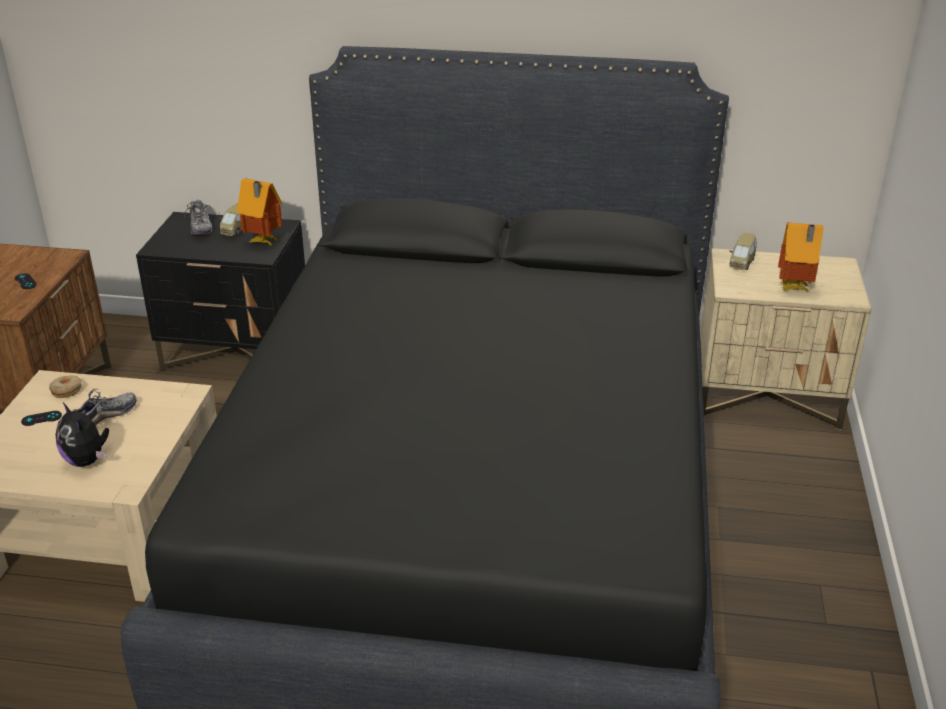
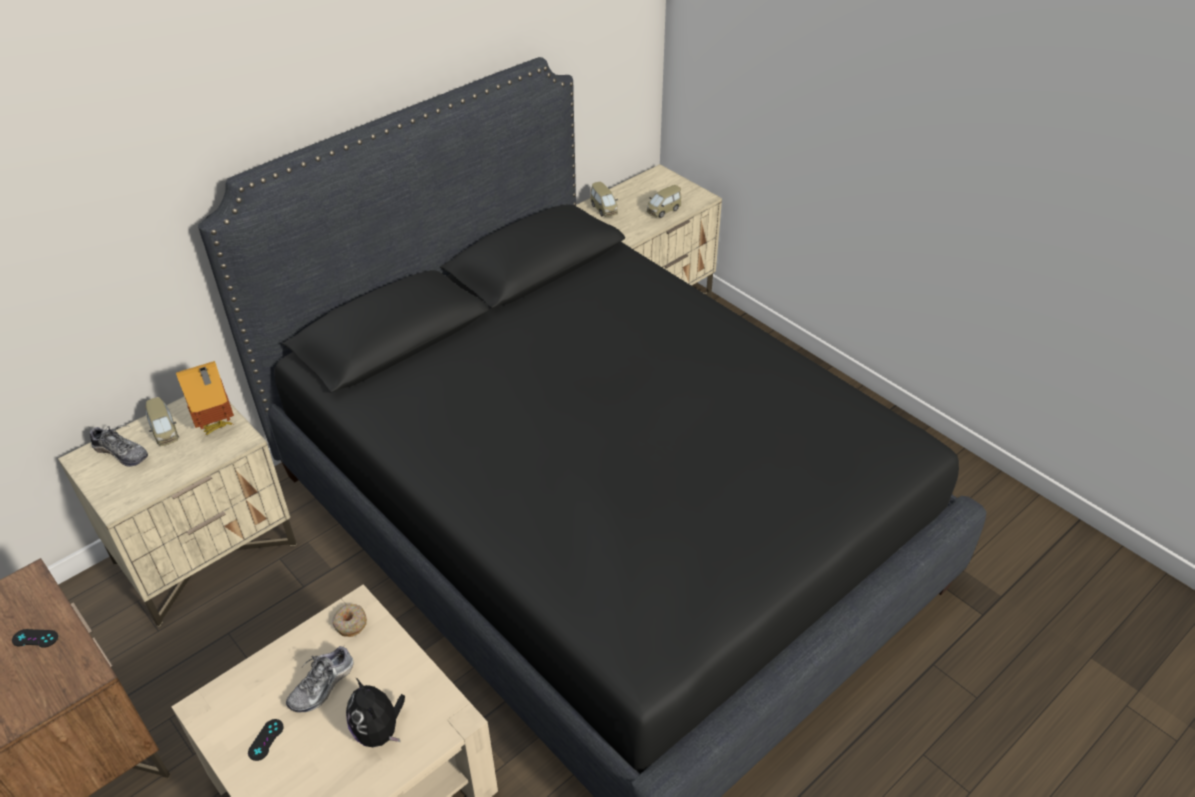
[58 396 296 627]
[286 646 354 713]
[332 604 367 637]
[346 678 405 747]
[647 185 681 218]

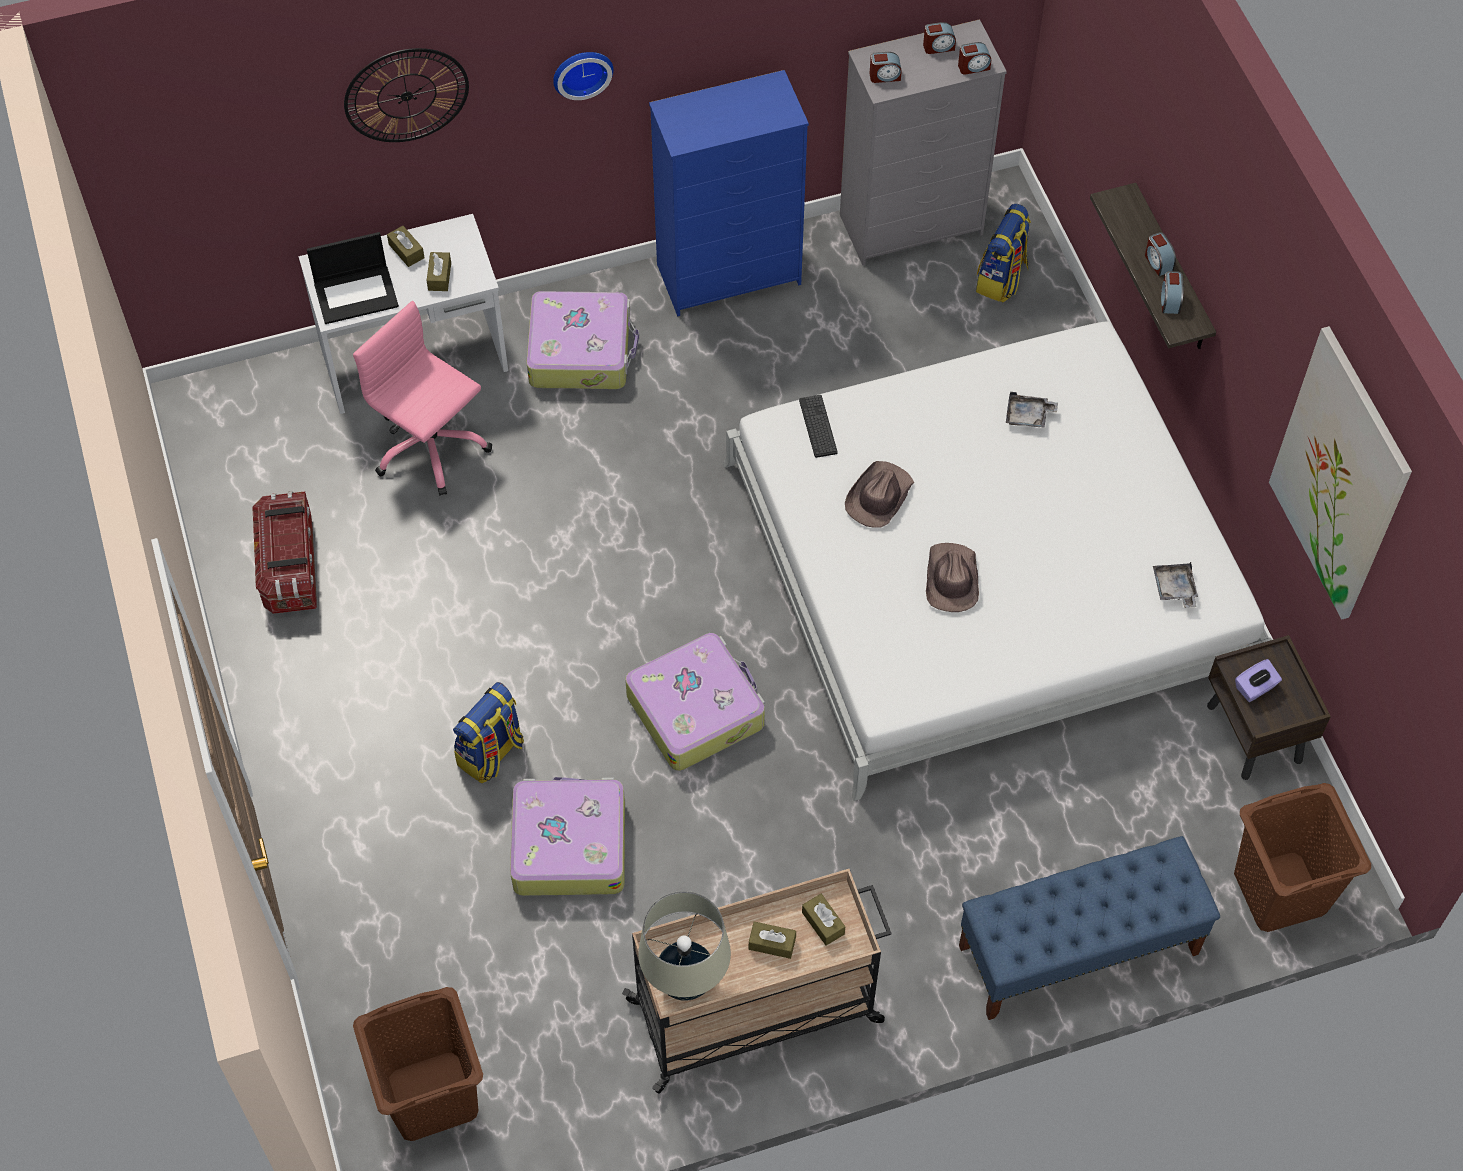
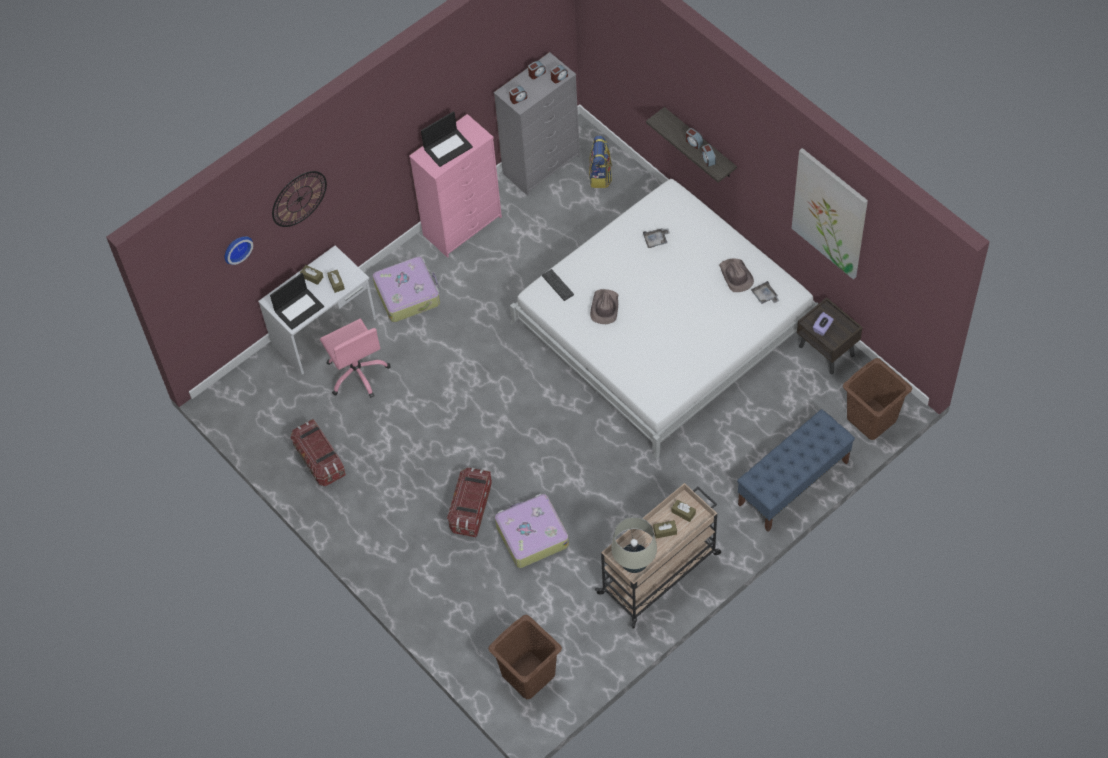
[224 236 253 265]
[320 319 391 398]
[409 114 502 258]
[421 111 473 167]
[447 467 492 537]
[719 258 754 292]
[625 633 765 771] (first image)

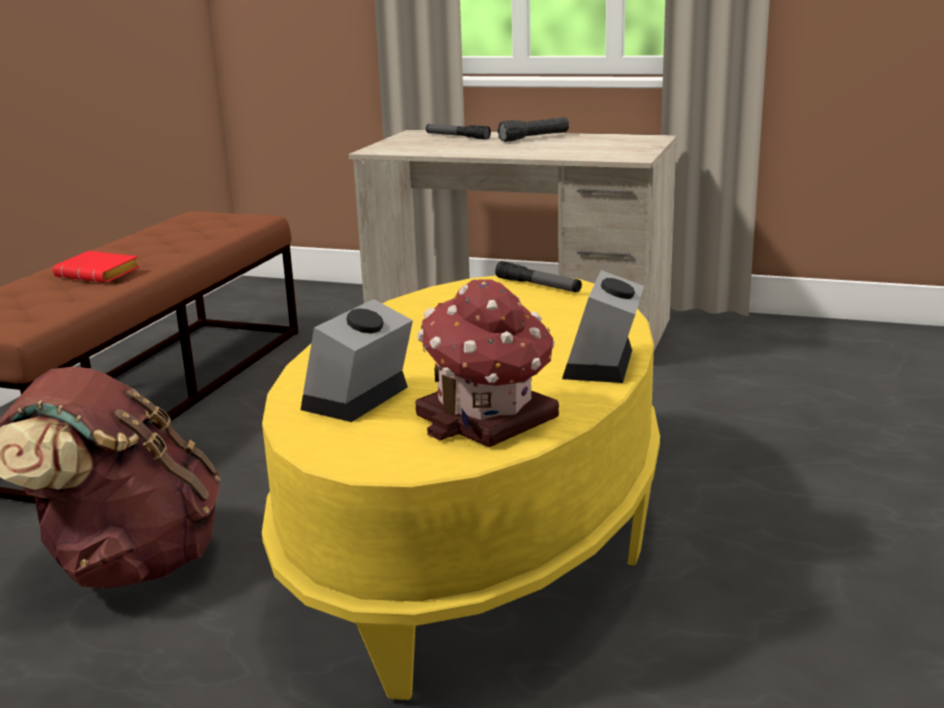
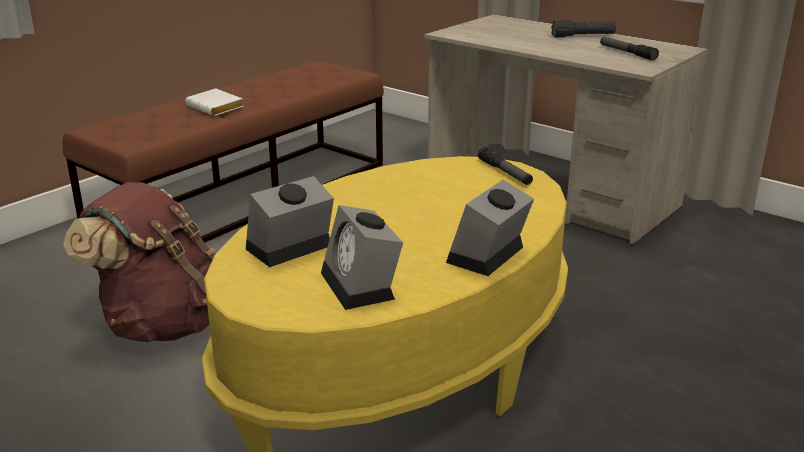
[185 88 244 116]
[321 205 403 310]
[600 37 659 61]

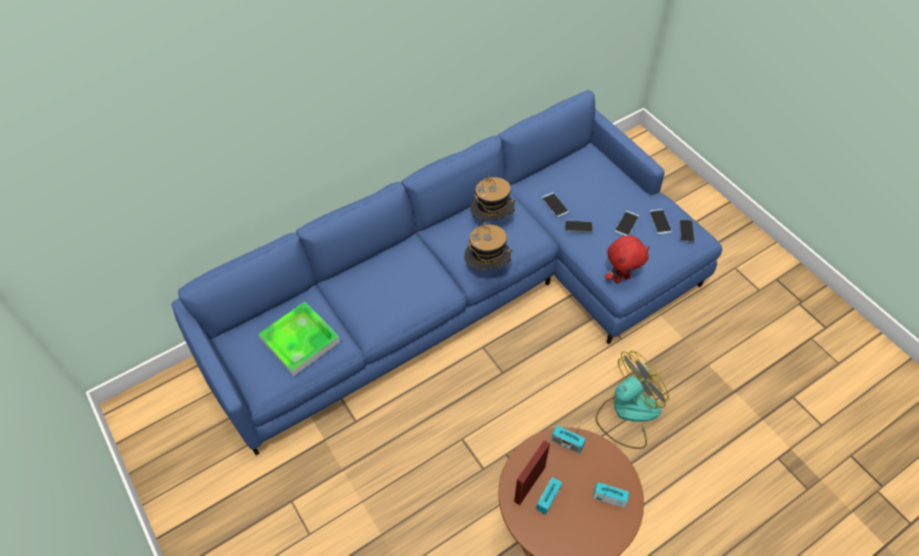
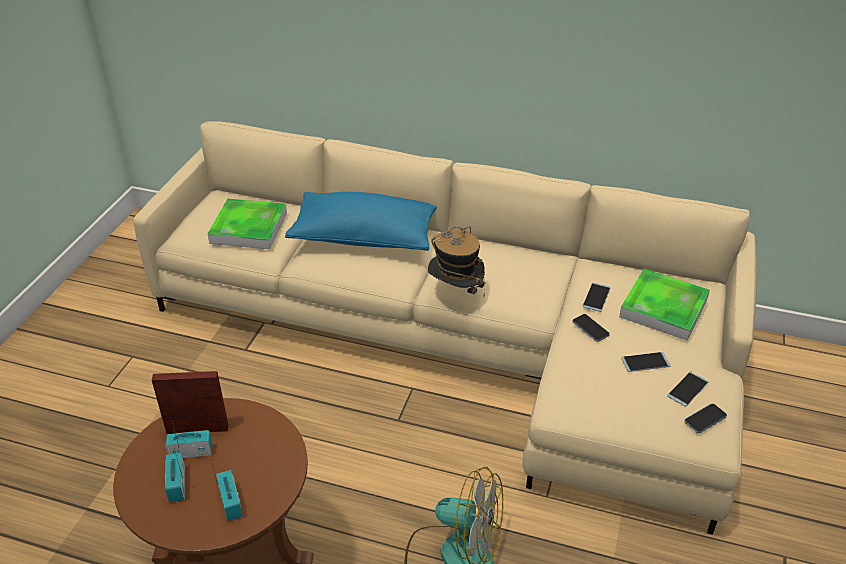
[133 121 757 535]
[165 448 185 502]
[285 192 437 251]
[619 269 710 341]
[470 174 515 221] (first image)
[605 235 650 284] (first image)

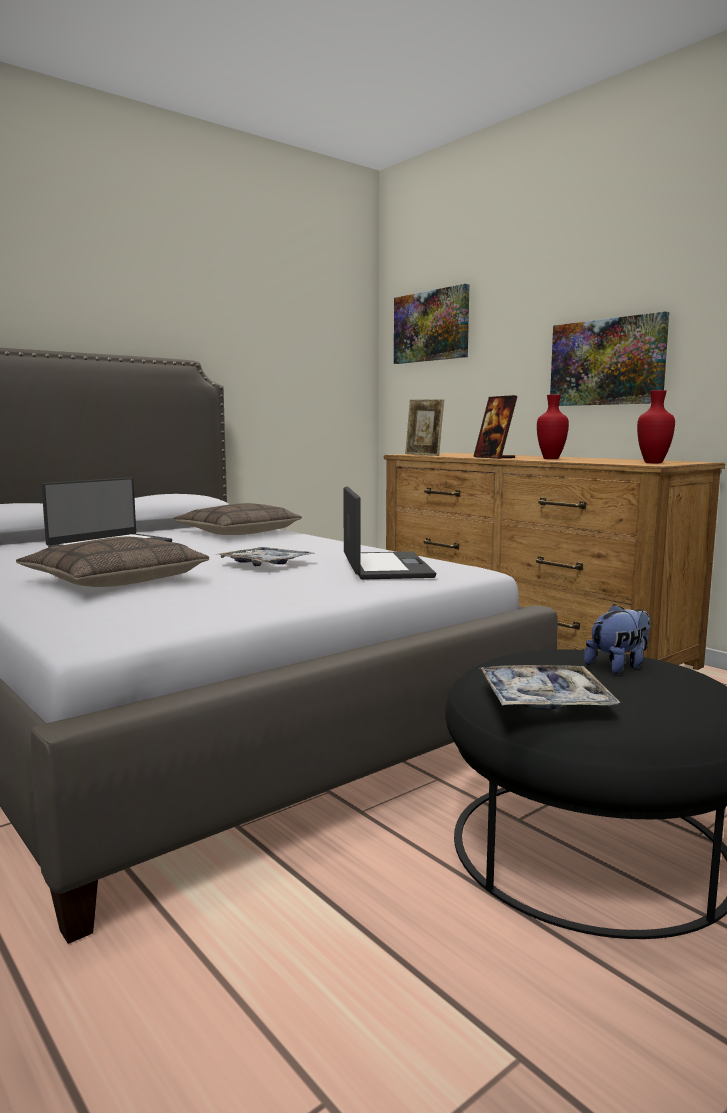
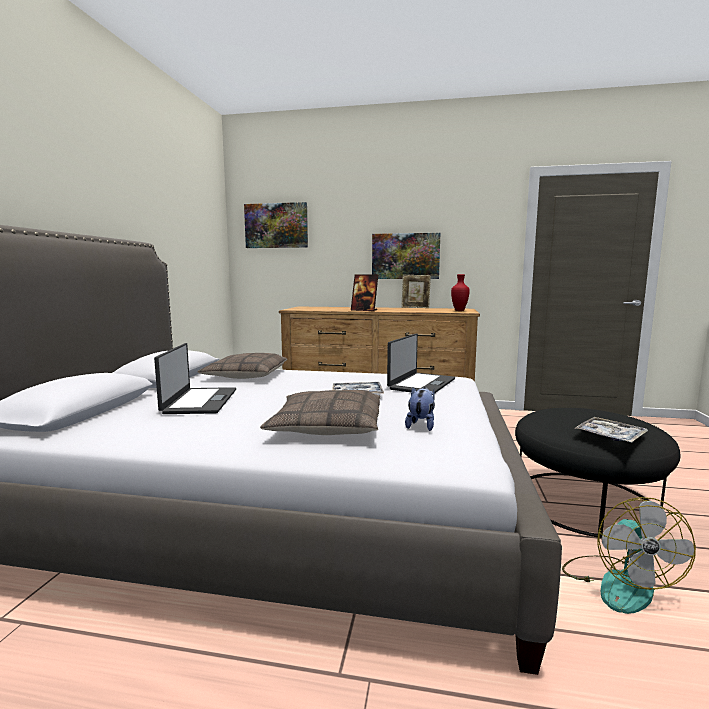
[387 333 455 394]
[401 275 431 308]
[405 387 435 431]
[562 497 696 614]
[537 394 569 459] (first image)

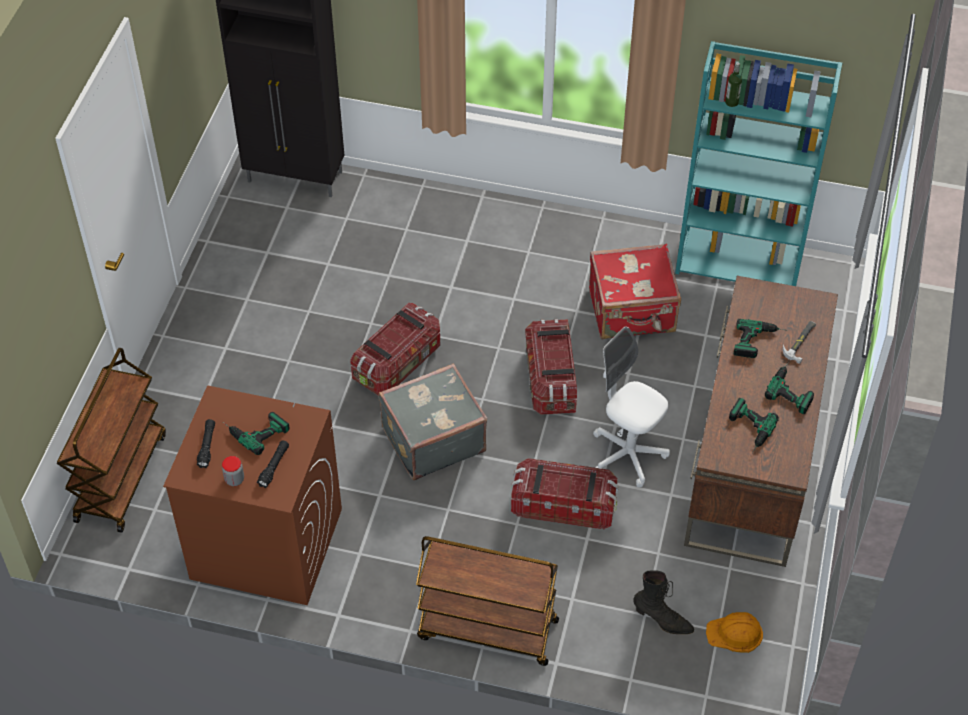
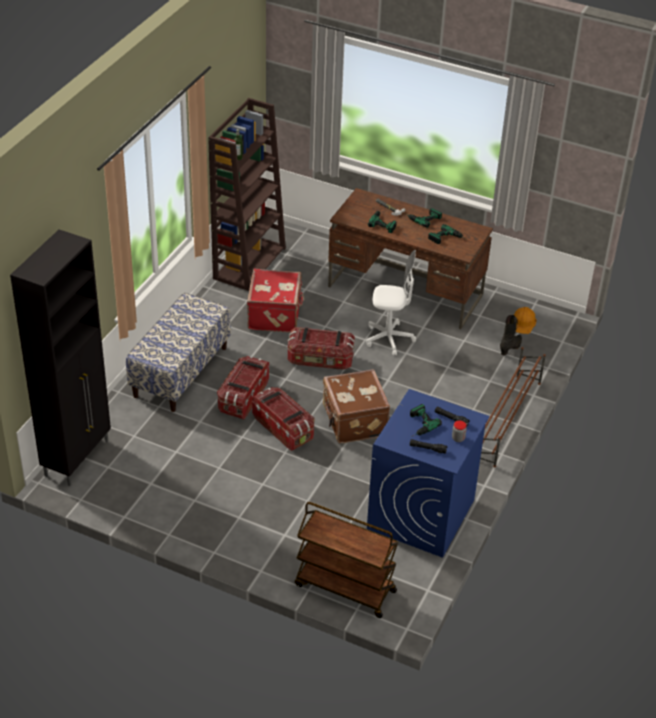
[126 293 231 412]
[208 98 286 291]
[217 356 269 420]
[323 369 390 443]
[366 250 416 356]
[367 389 489 558]
[480 347 546 468]

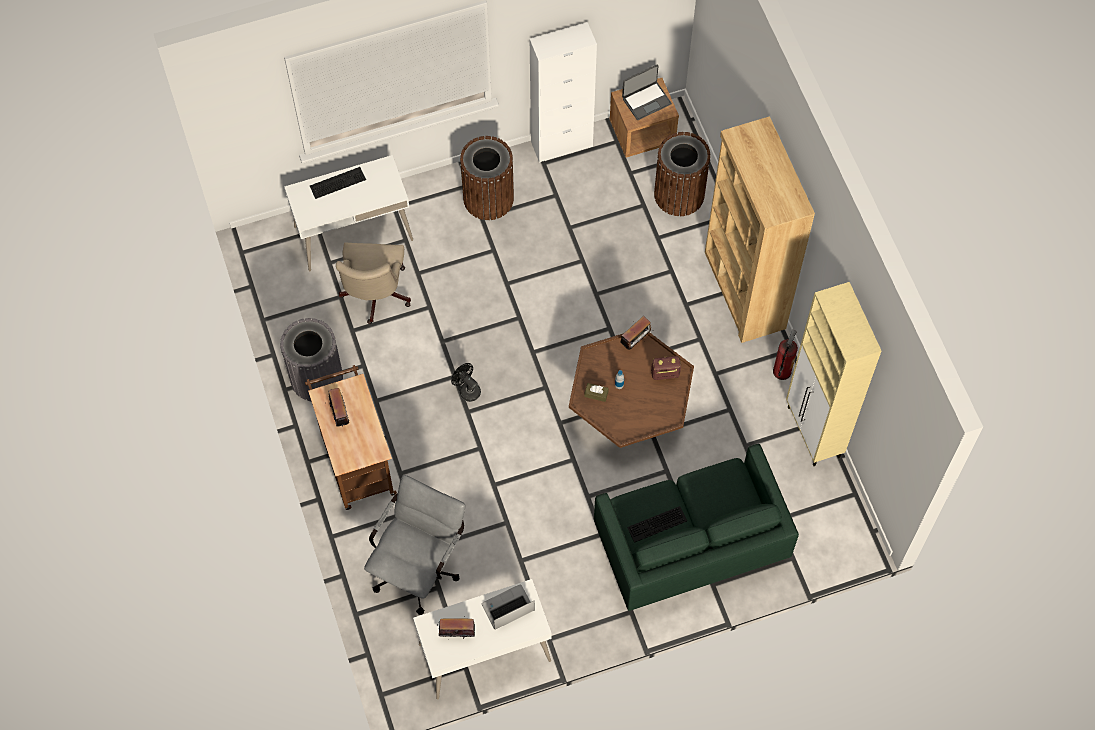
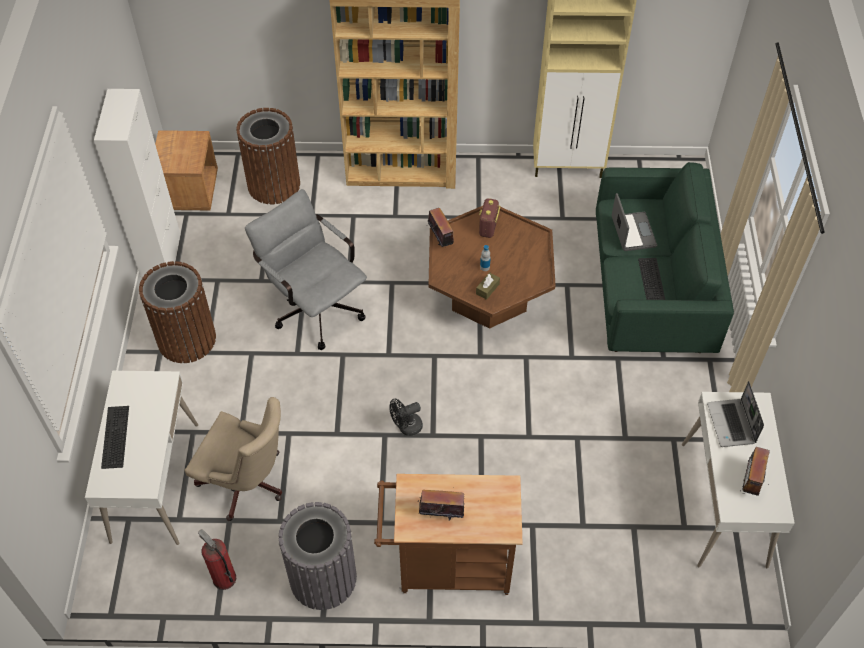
[198 529 236 590]
[245 189 367 350]
[612 193 657 251]

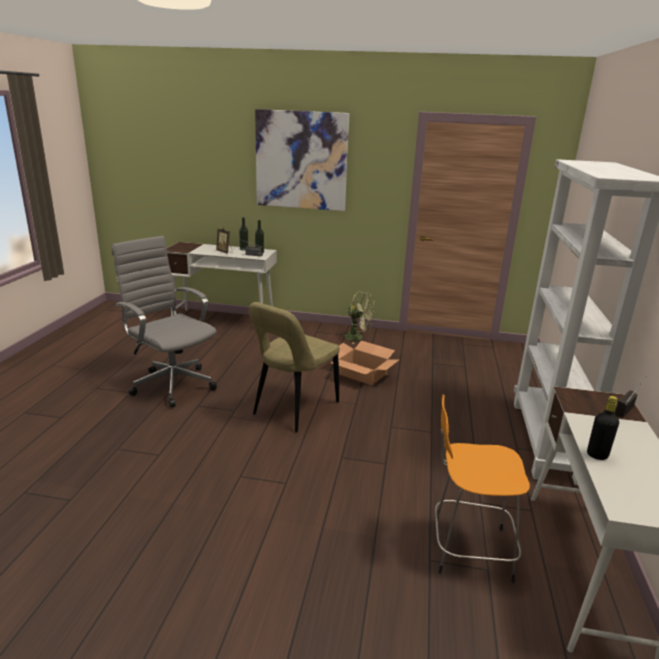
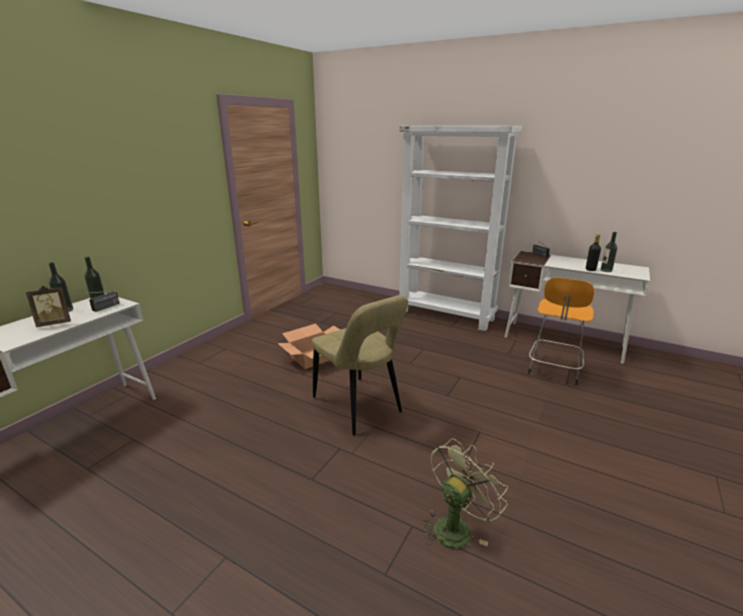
[422 438 508 549]
[600 232 617 272]
[112 236 217 408] (first image)
[255 109 350 211] (first image)

